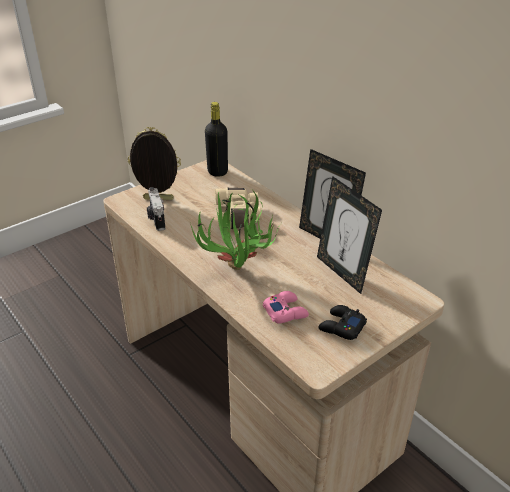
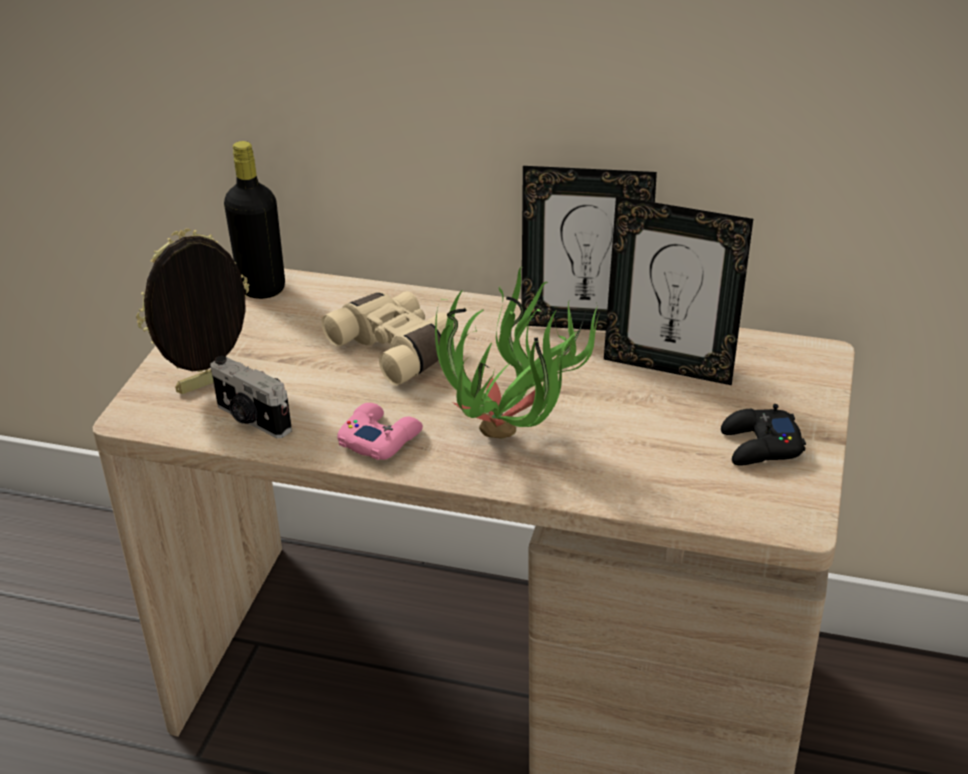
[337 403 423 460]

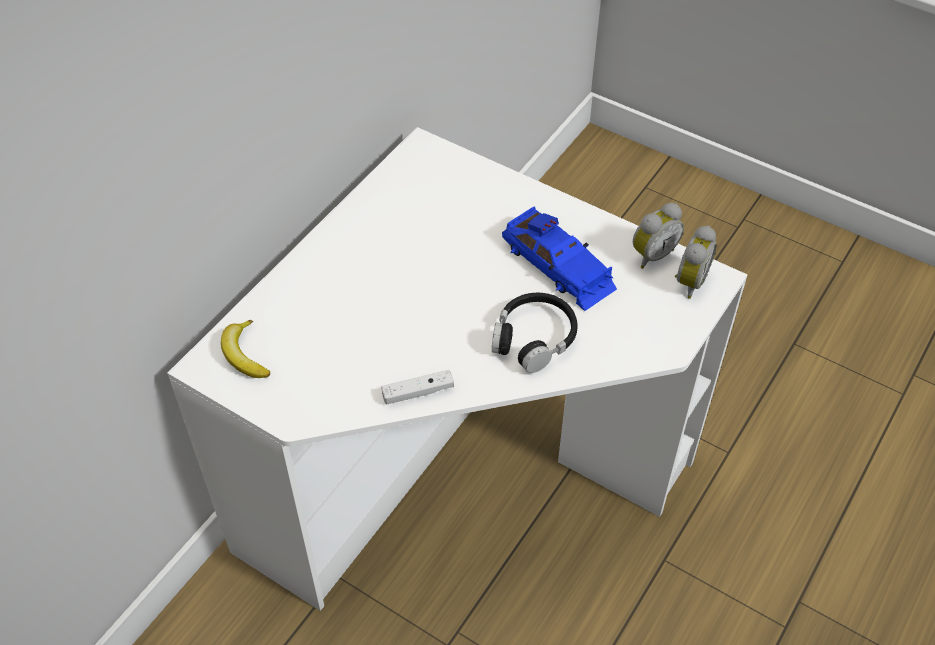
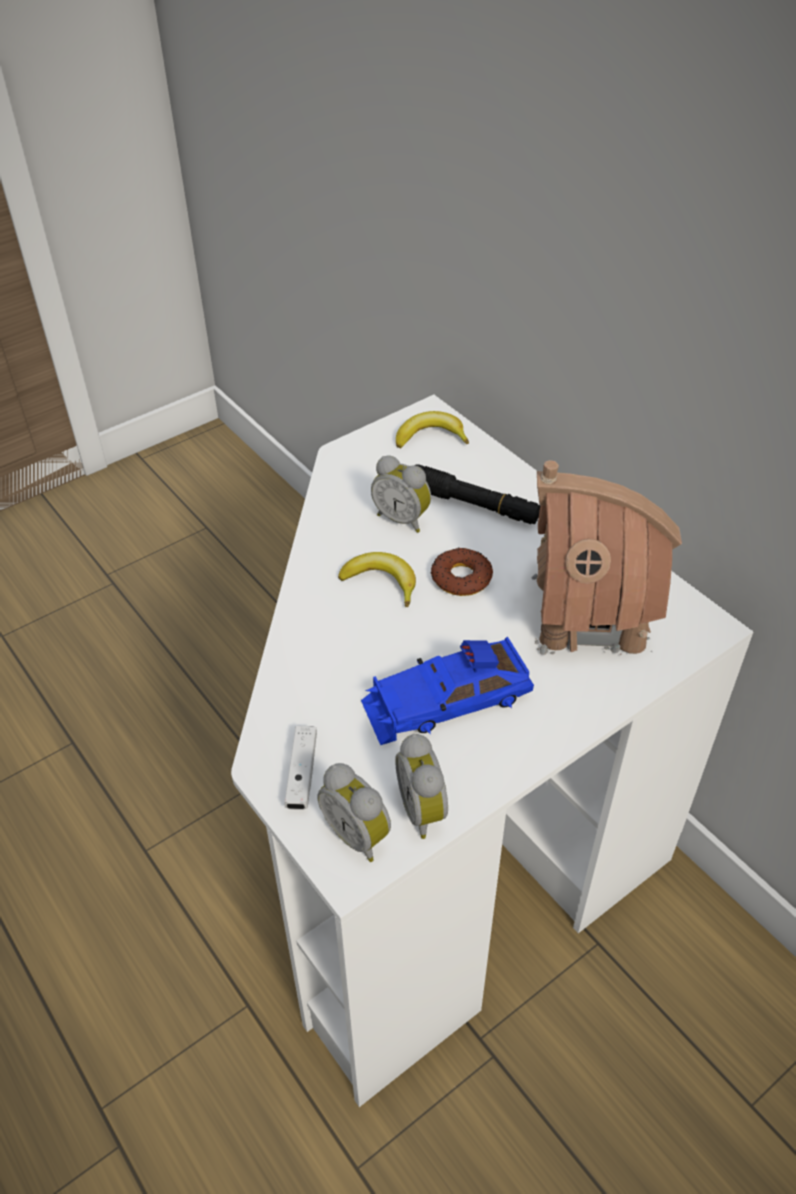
[284 726 317 810]
[338 552 416 607]
[371 456 431 533]
[415 464 540 524]
[430 548 493 596]
[532 460 682 655]
[492 293 578 373] (first image)

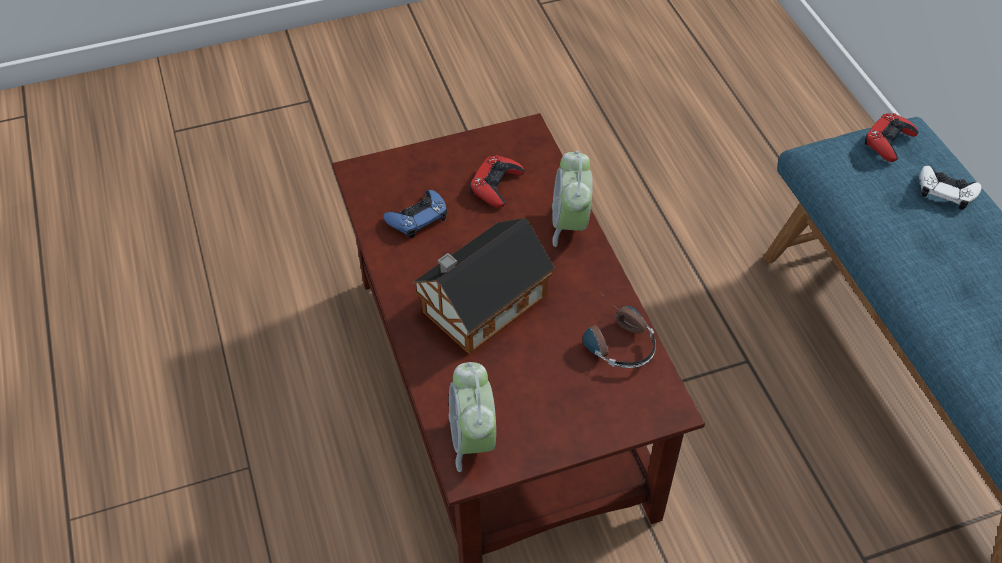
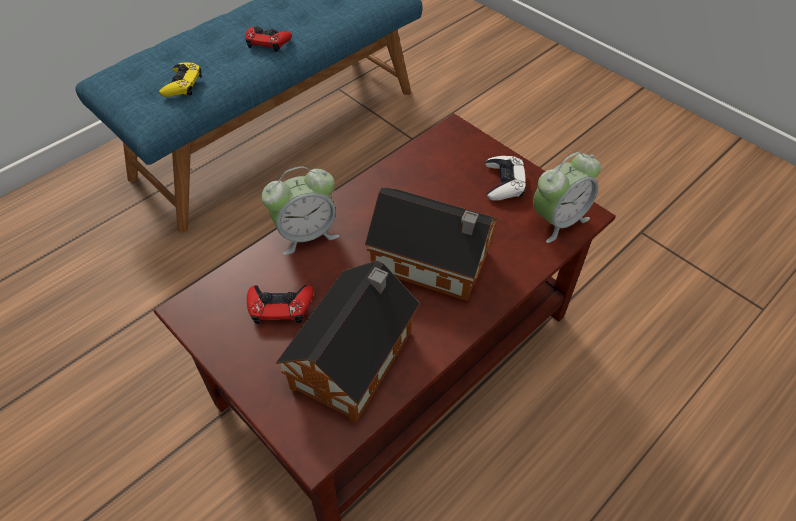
[159 62 202 97]
[245 26 292 52]
[276 260 420 423]
[485 156 526 201]
[582 291 656 368] (first image)

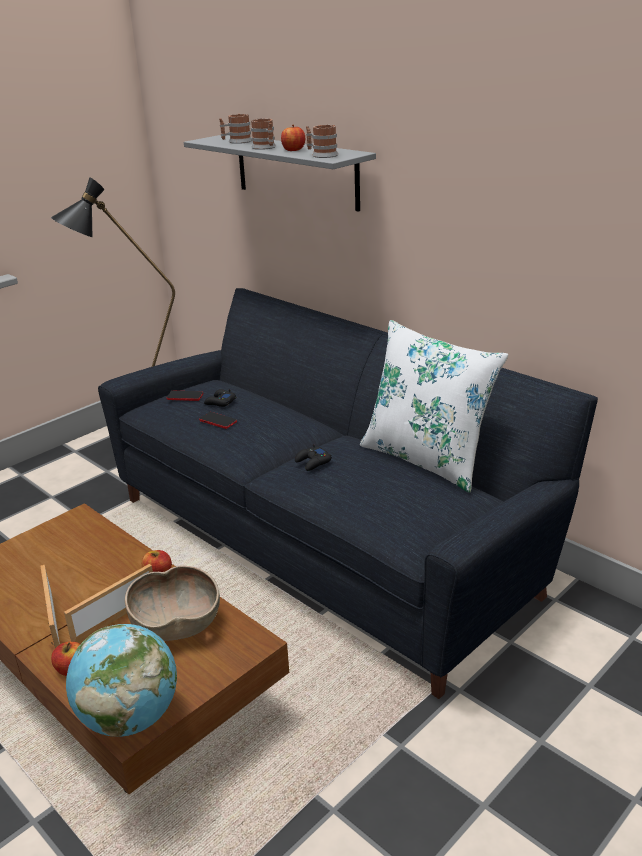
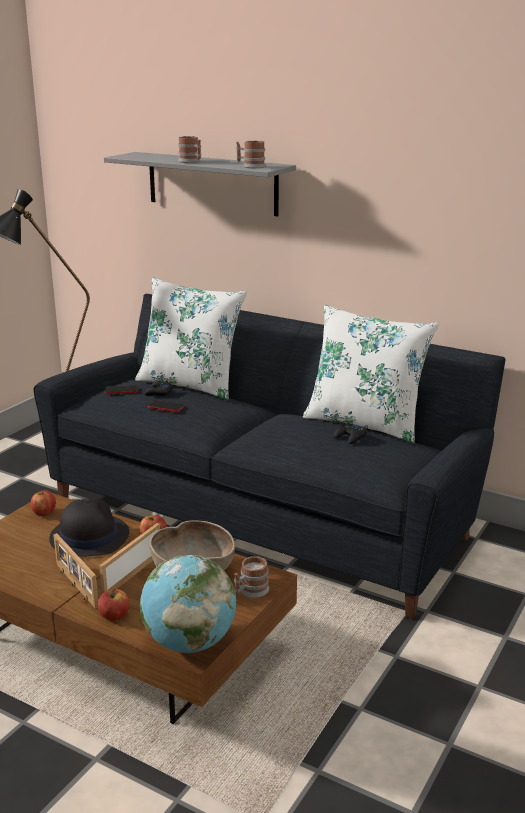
[31 490 56 516]
[49 499 129 557]
[135 277 247 400]
[234 556 269 598]
[334 421 367 444]

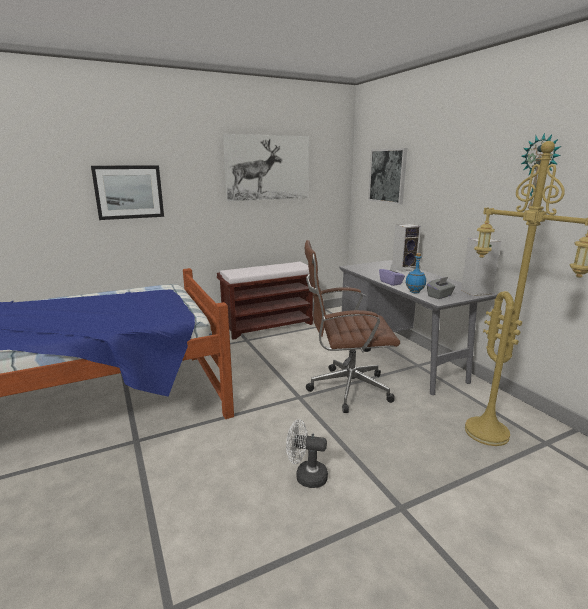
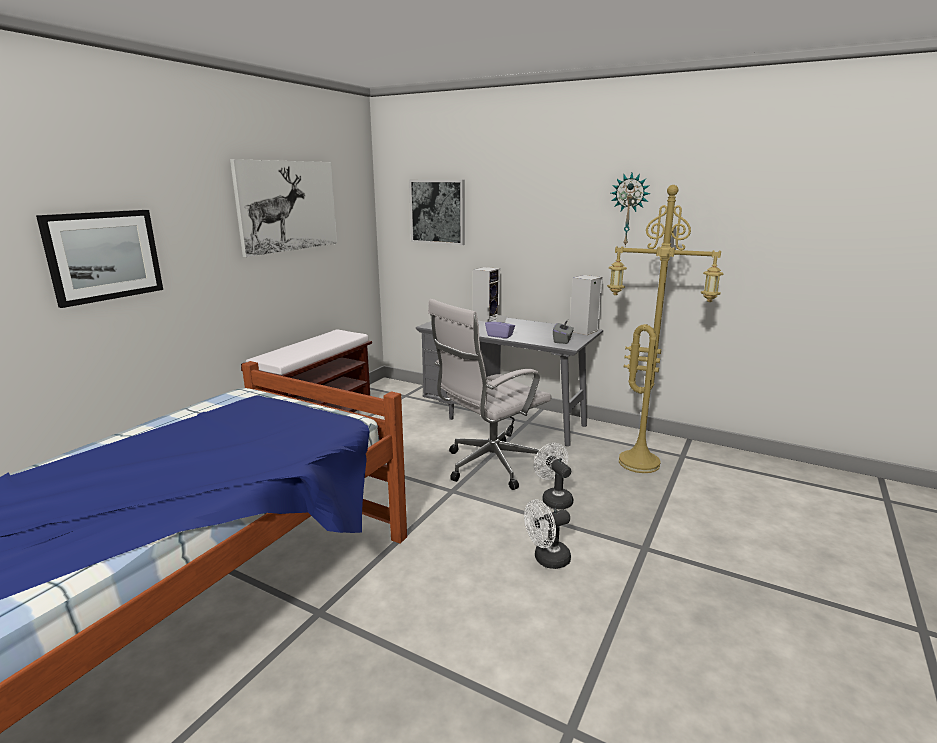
[428 299 552 490]
[534 443 573 510]
[405 253 426 293] (first image)

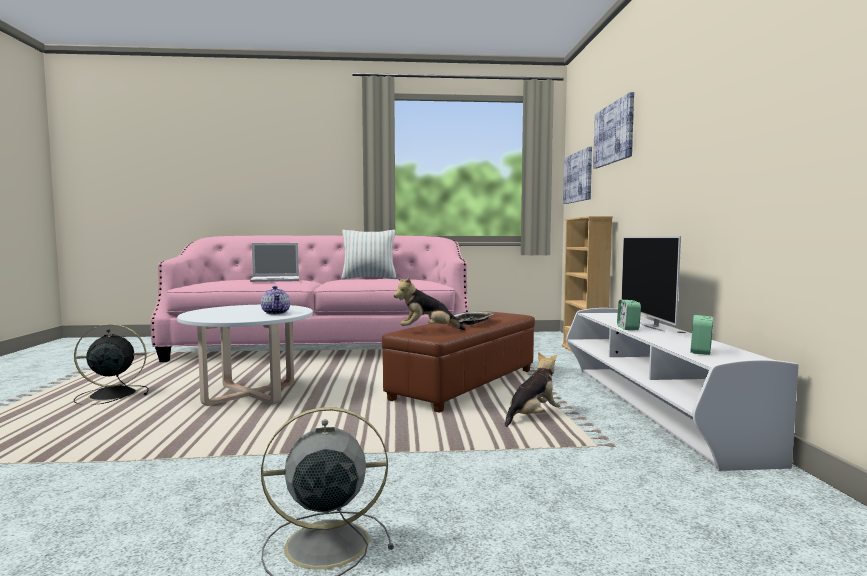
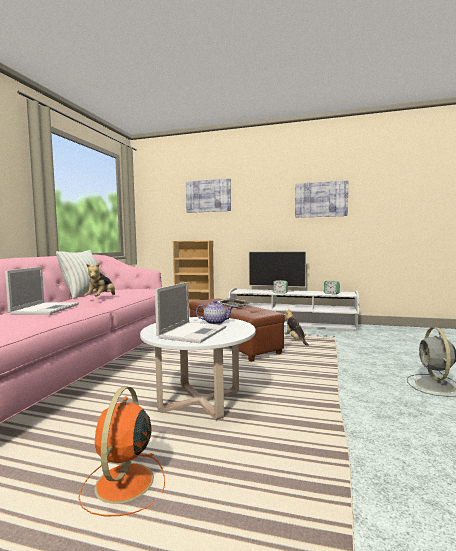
[78 387 165 516]
[84 263 115 297]
[155 282 226 343]
[295 180 348 218]

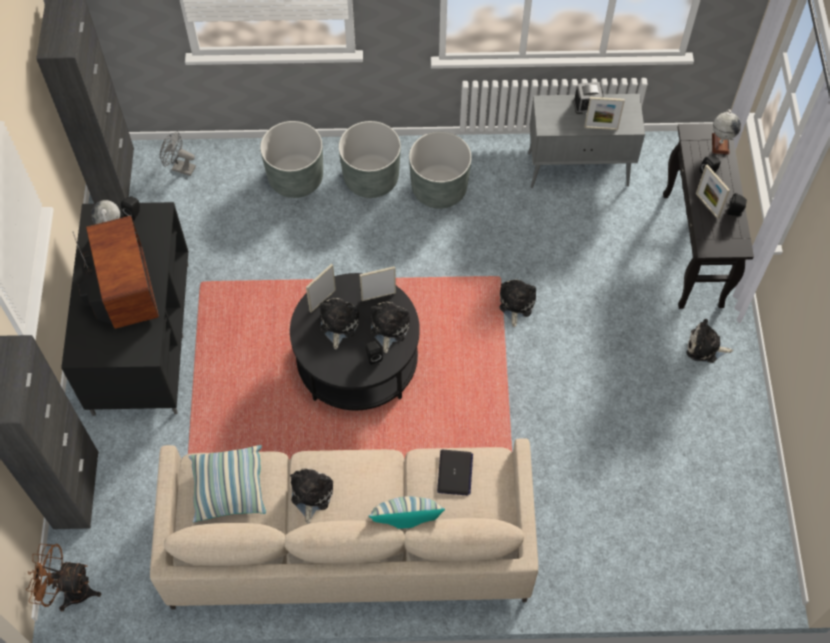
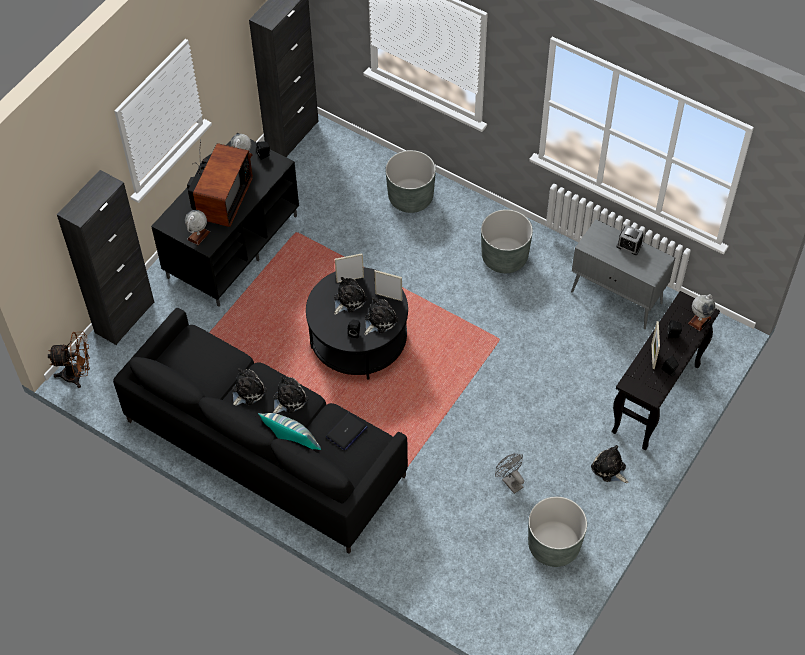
[48 332 90 388]
[113 308 408 554]
[185 210 210 245]
[273 376 308 414]
[495 454 524 494]
[528 496 587 567]
[188 445 266 523] (first image)
[584 97 625 130] (first image)

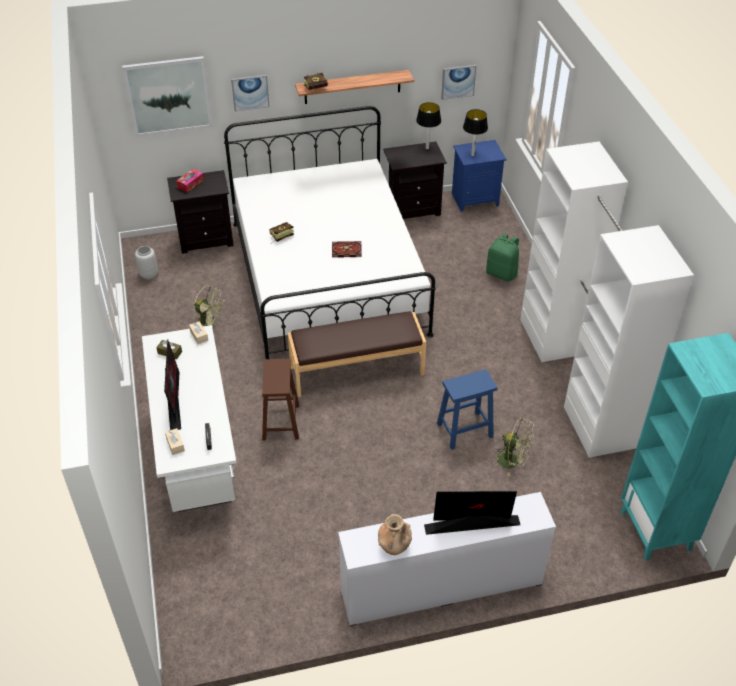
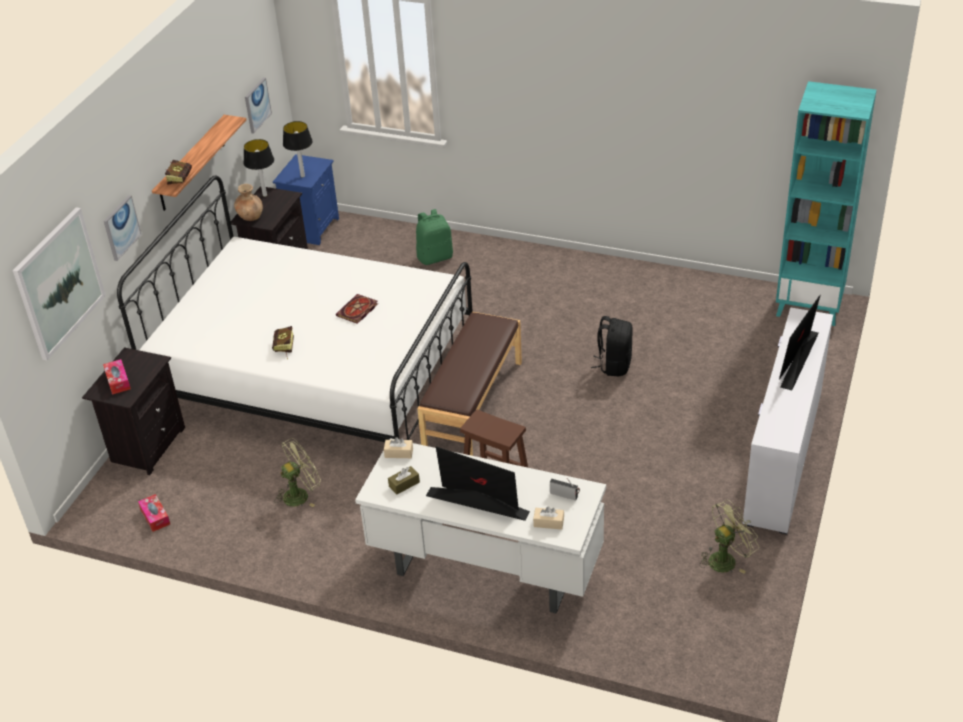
[138 494 170 532]
[234 184 263 221]
[591 316 633 376]
[700 500 759 574]
[520 141 694 458] (first image)

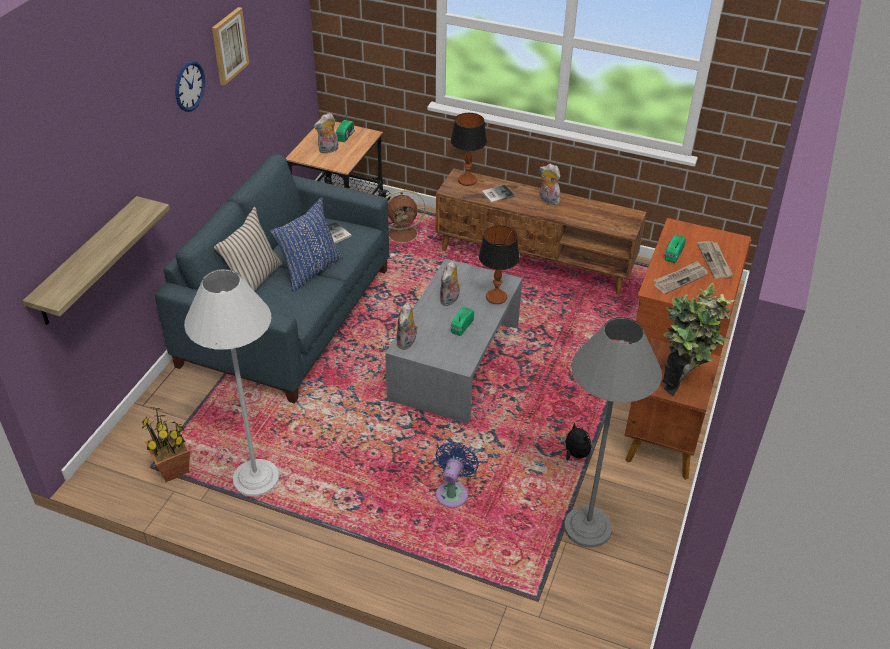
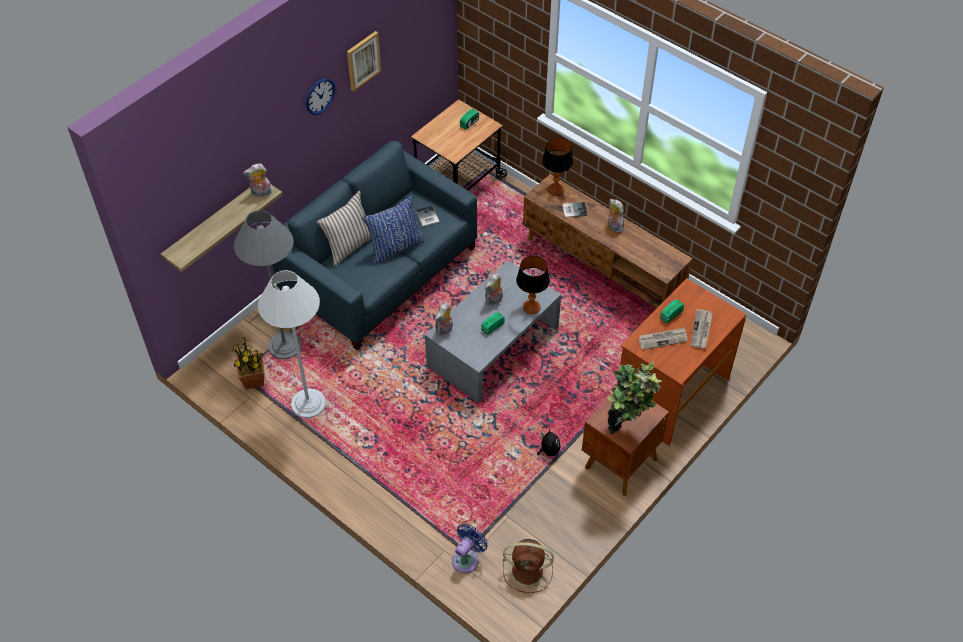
[234 210 302 359]
[243 163 272 197]
[452 523 488 573]
[503 539 554 593]

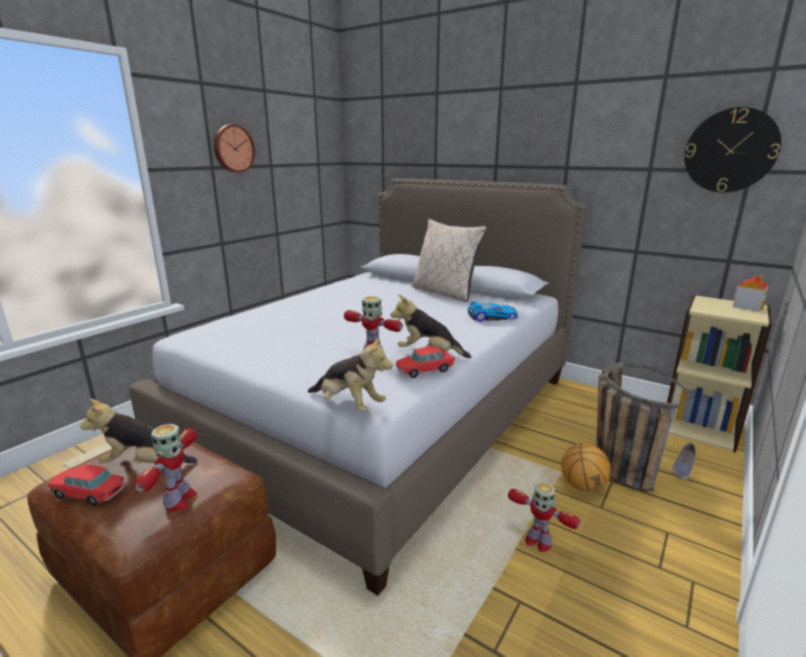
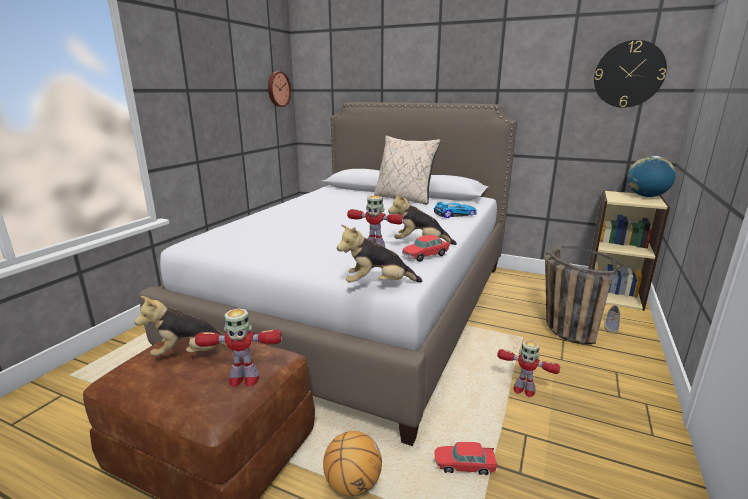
[195 308 282 388]
[268 71 291 107]
[323 431 382 496]
[337 224 423 283]
[434 442 498 475]
[627 156 676 197]

